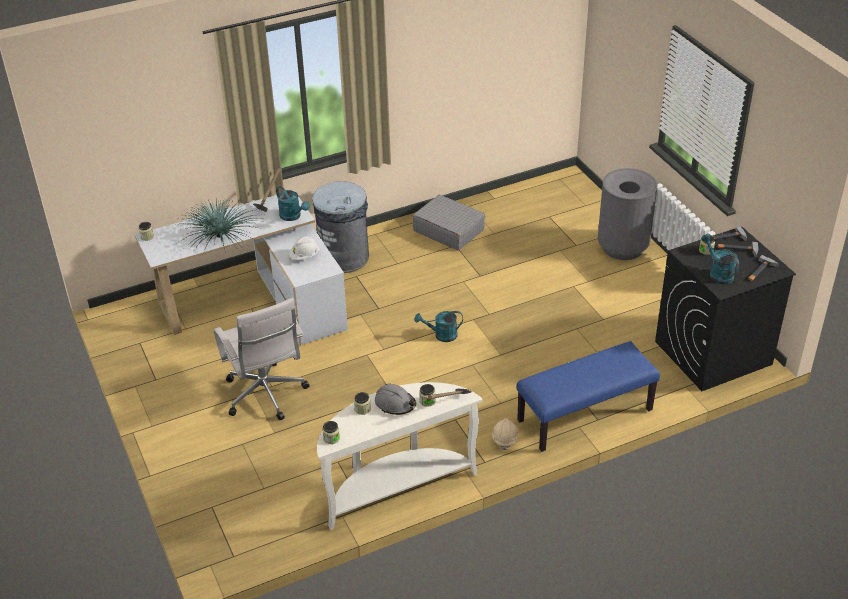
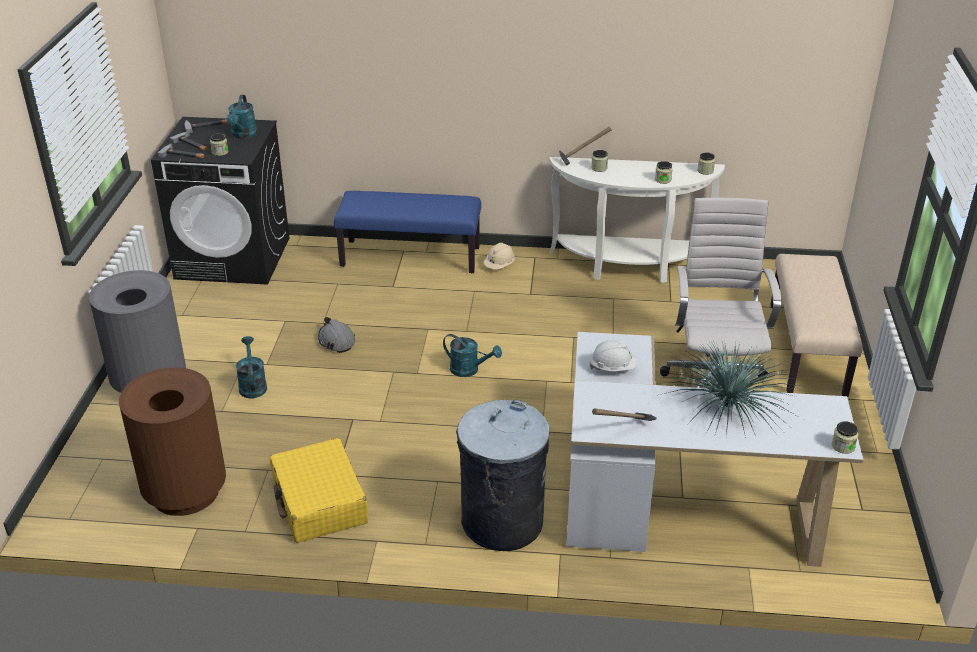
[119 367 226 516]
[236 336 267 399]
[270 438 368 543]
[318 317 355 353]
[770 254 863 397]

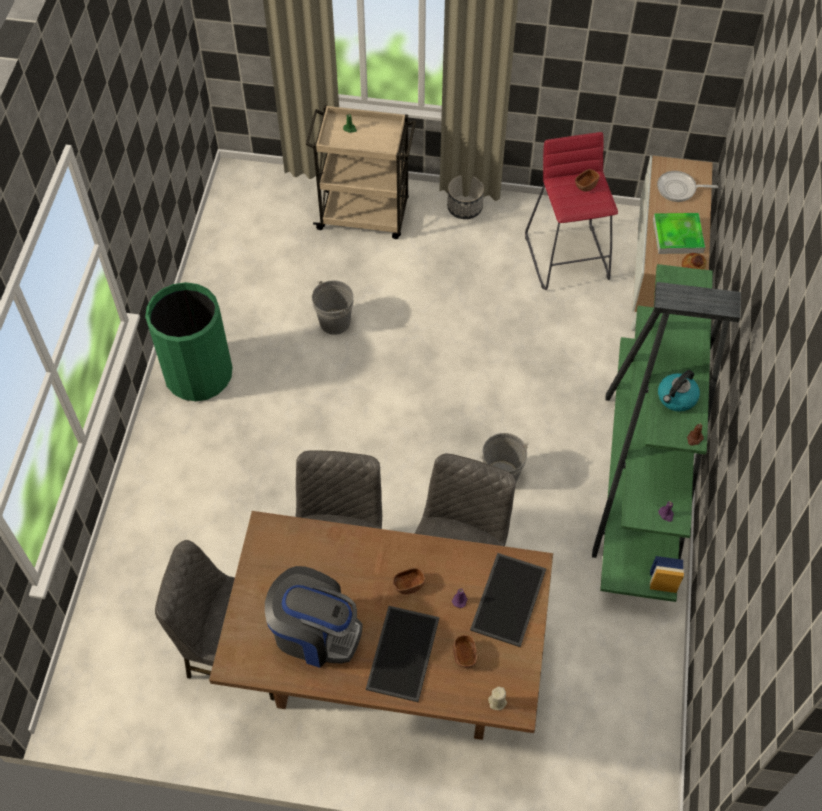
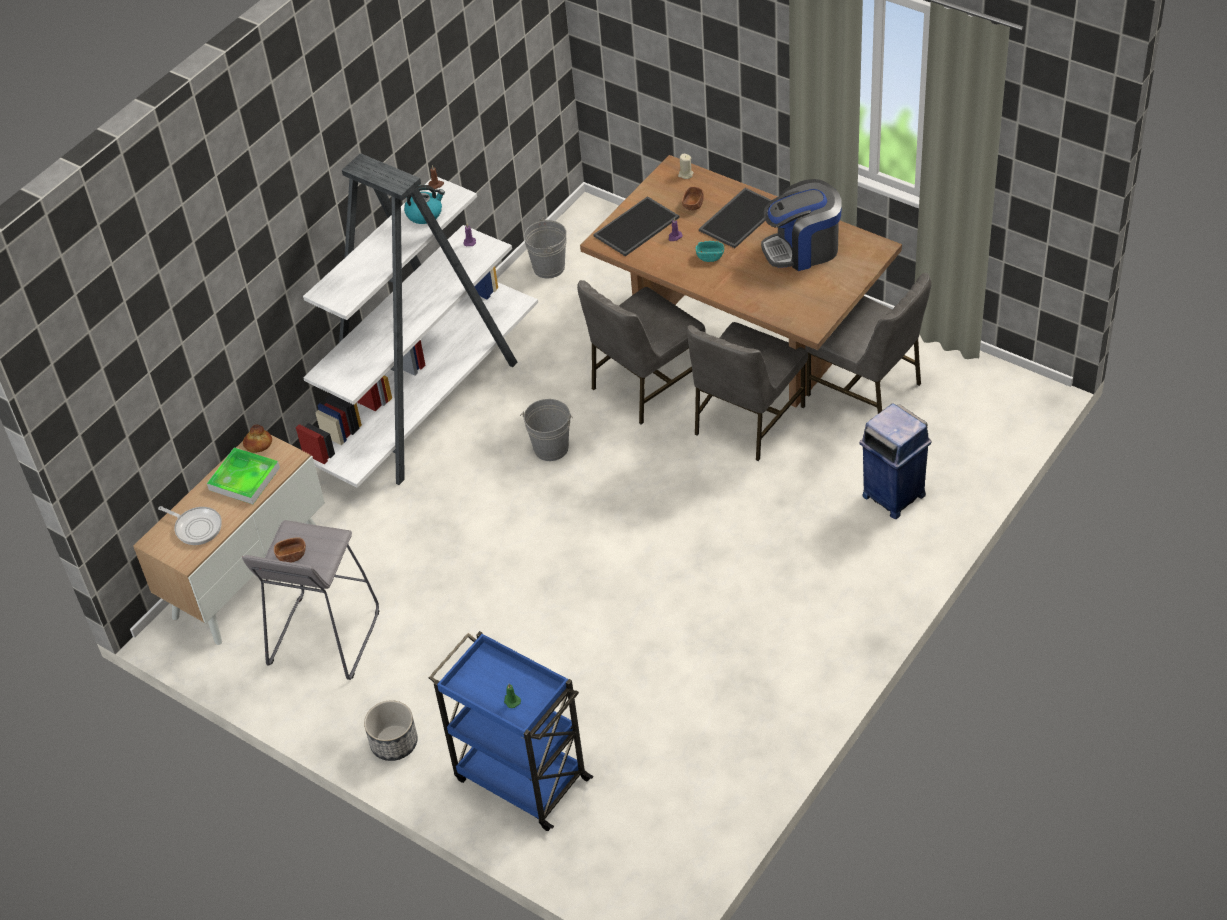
[242 520 379 680]
[296 153 538 488]
[429 631 594 831]
[524 218 567 279]
[696 241 724 262]
[761 179 842 271]
[859 403 932 520]
[145 282 232 401] (first image)

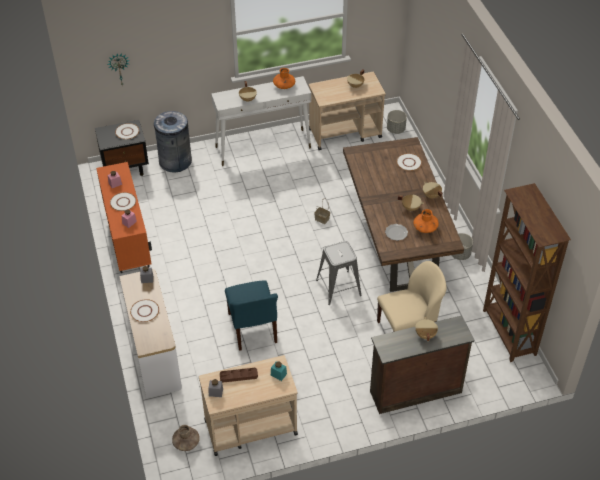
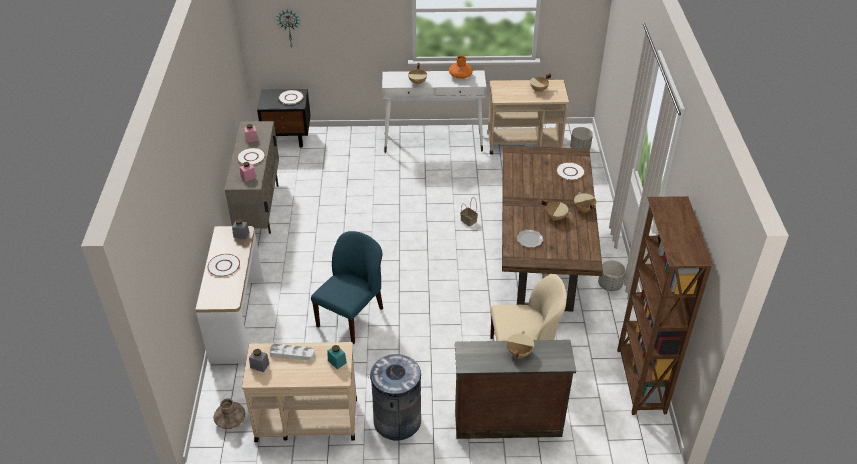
[225 121 279 234]
[269 344 315 361]
[311 231 383 344]
[370 354 421 441]
[316 241 362 305] (first image)
[413 209 439 233] (first image)

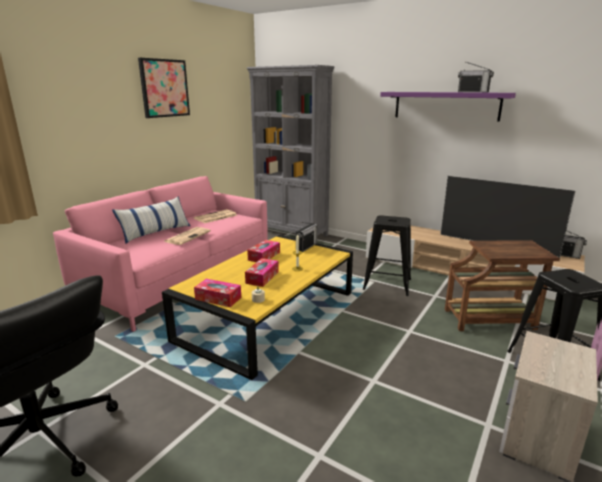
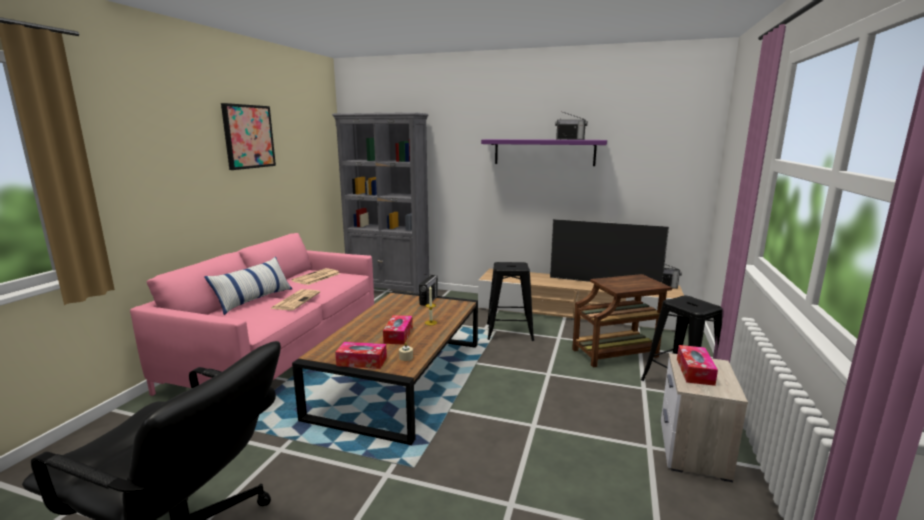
[292 291 478 445]
[677 345 718 386]

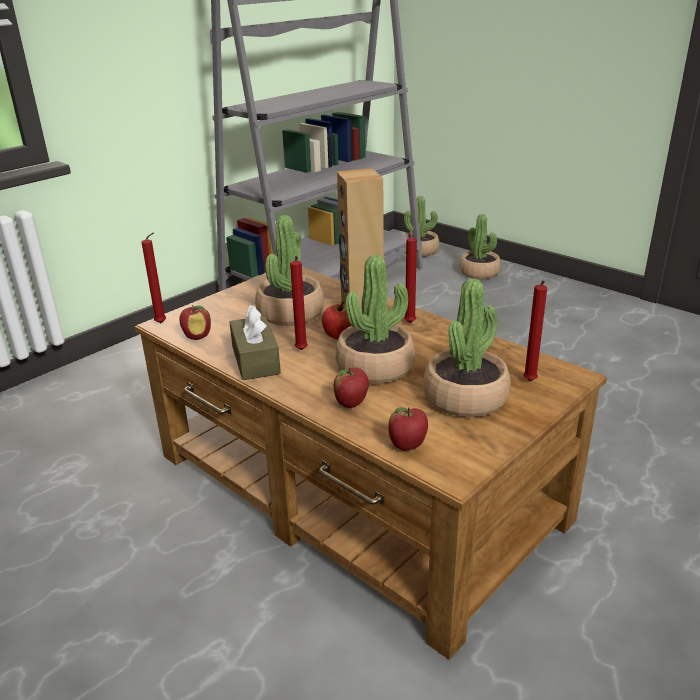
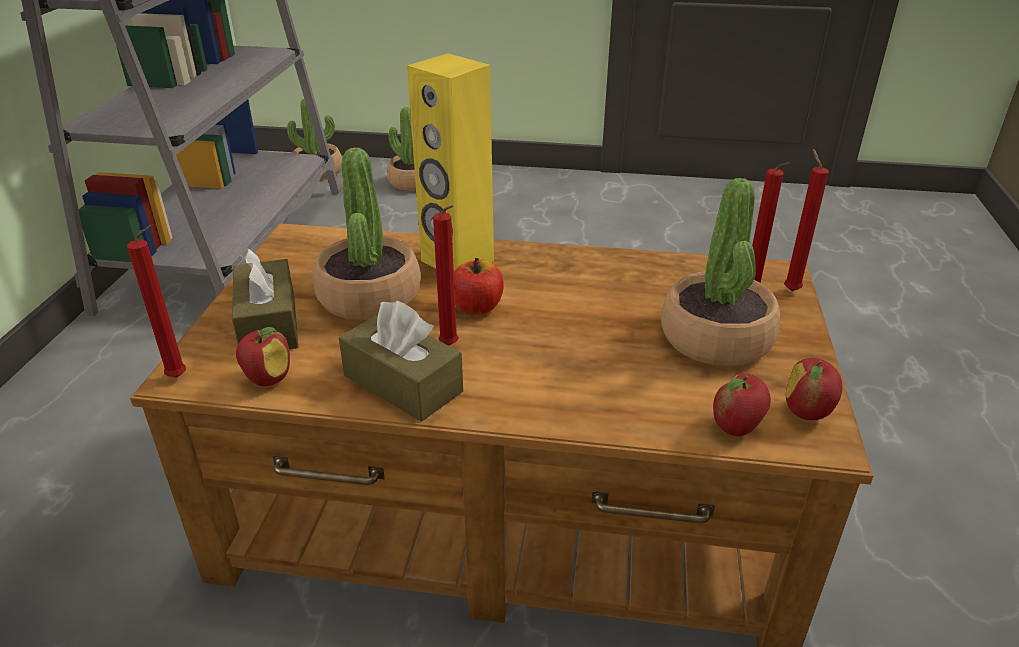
[232 248 299 349]
[407 53 494 270]
[784 149 829 291]
[786 358 842 420]
[336 255 415 384] (first image)

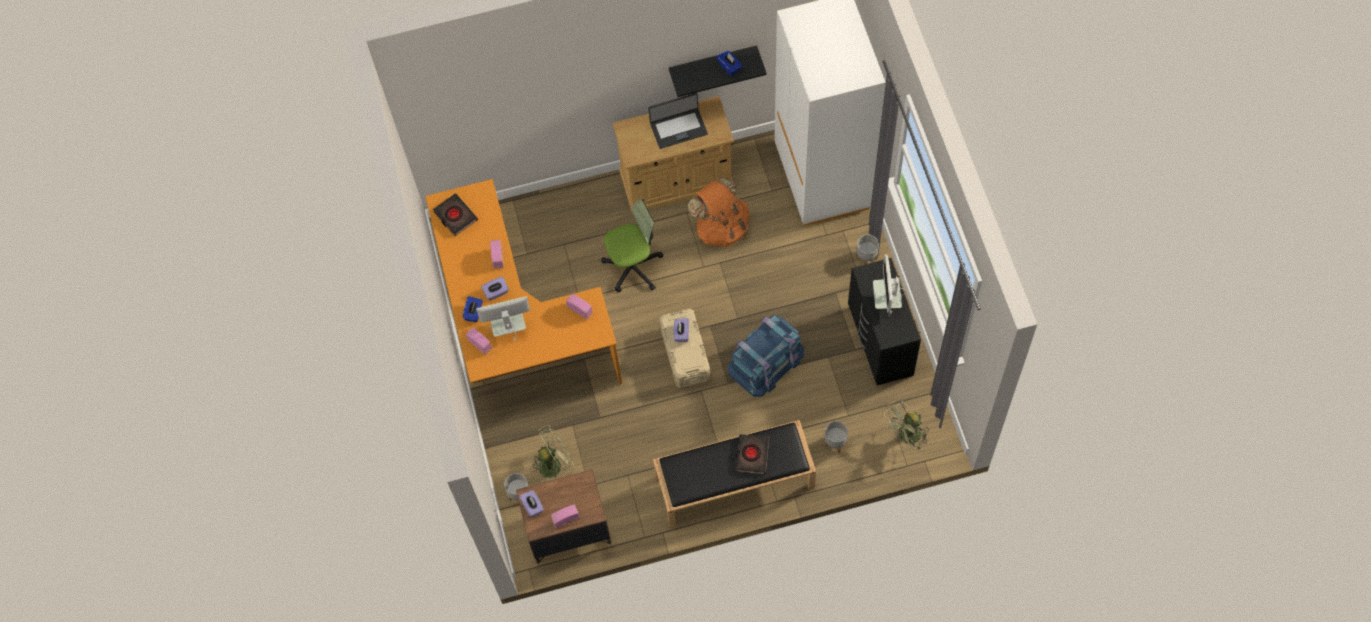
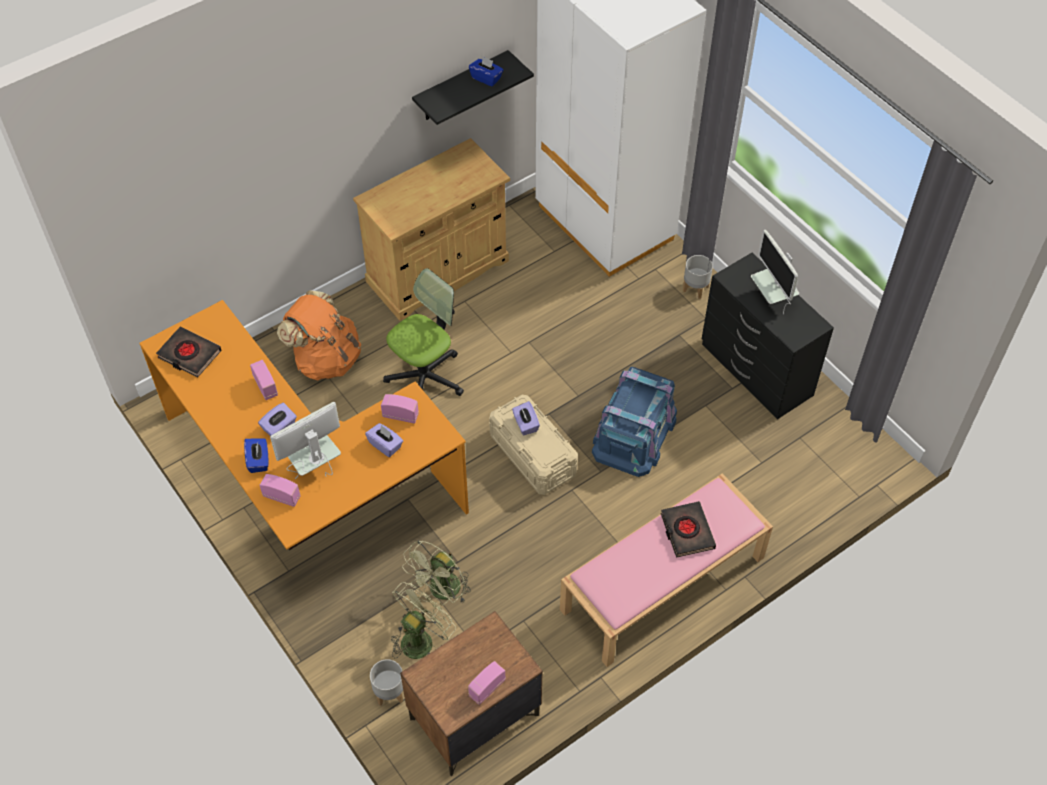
[277 290 361 381]
[365 423 403 457]
[402 540 471 605]
[560 473 773 667]
[648 93 708 149] (first image)
[824 421 848 453] (first image)

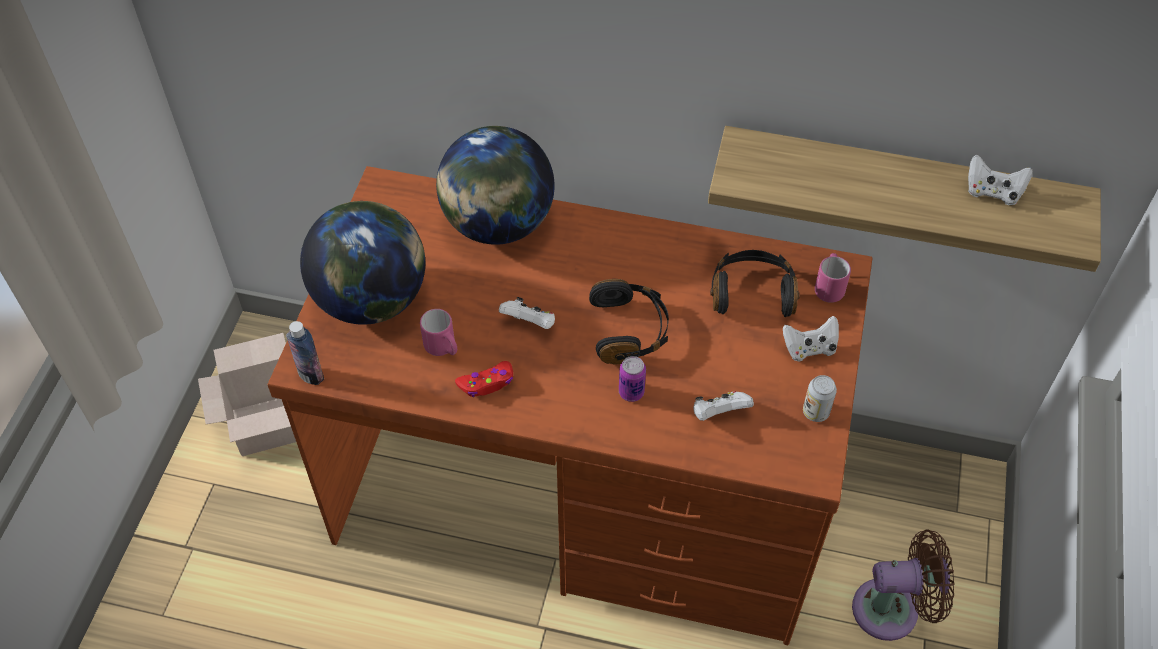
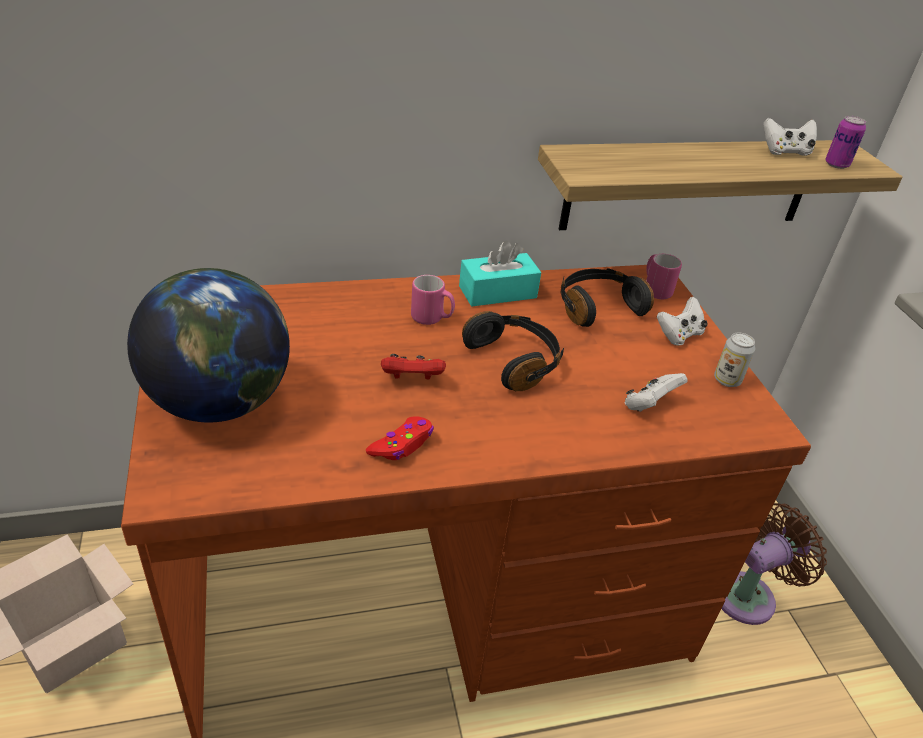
[381 354 446 380]
[411 275 455 325]
[459 241 541 306]
[825 116 866 169]
[286 321 324 385] (first image)
[436 126 555 245] (first image)

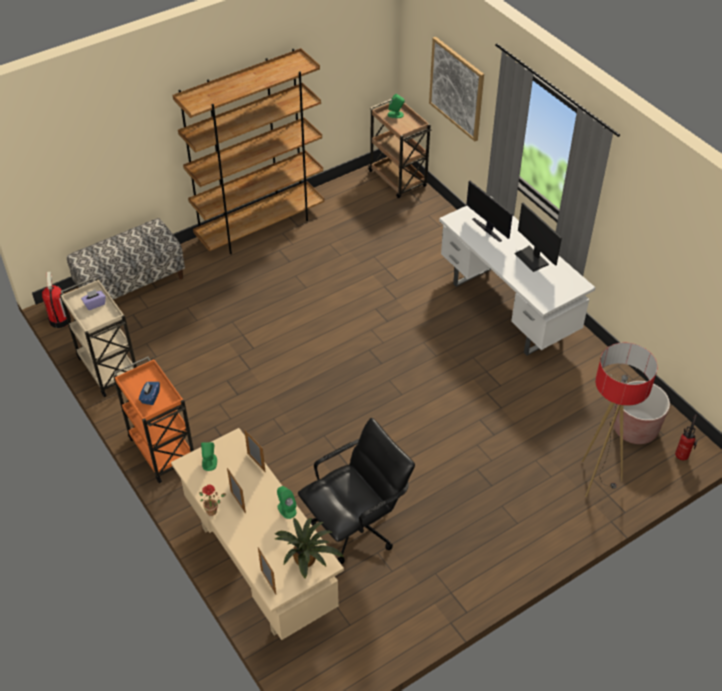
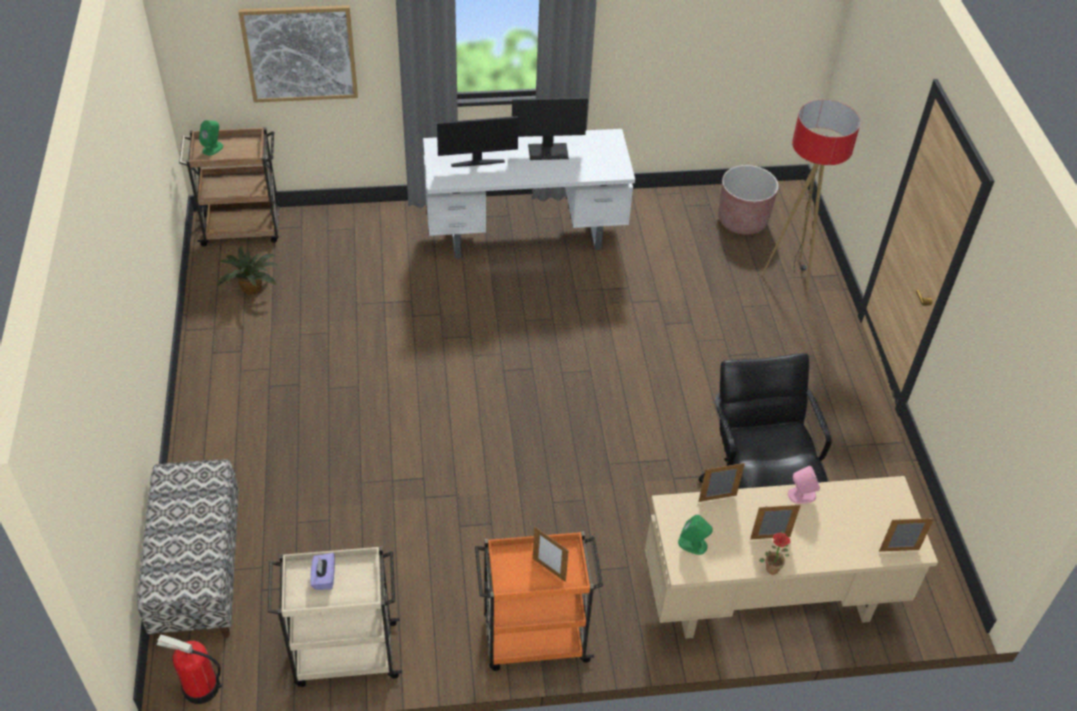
[217 246 279 295]
[533 527 569 582]
[788 466 820 504]
[173 48 324 254] (first image)
[675 414 698 461] (first image)

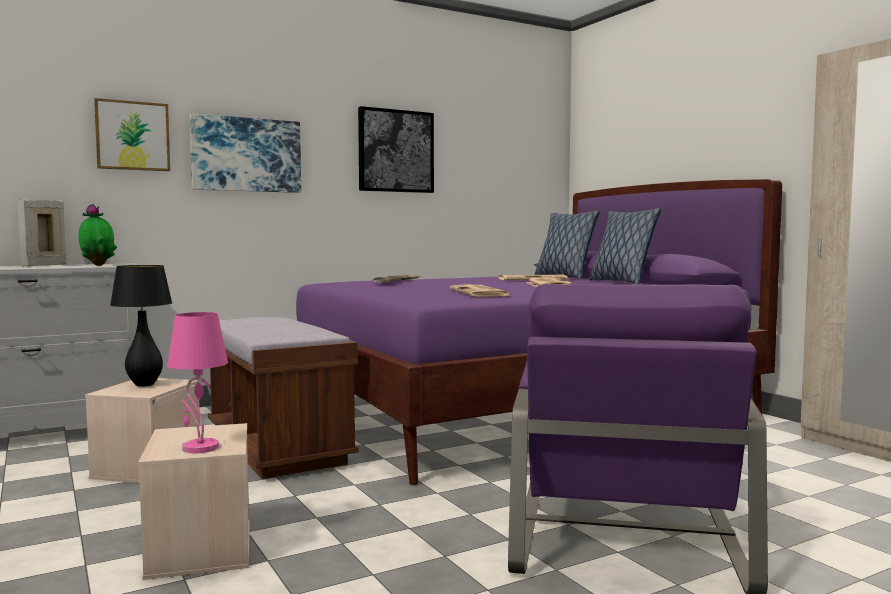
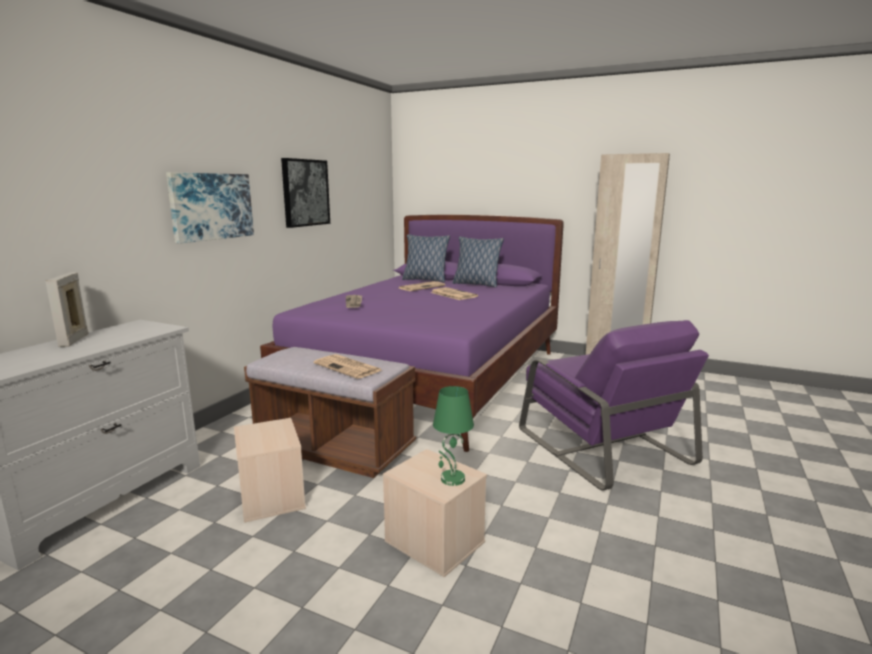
[314 354 382 379]
[433 386 474 486]
[79 204 117 266] (first image)
[94 98 170 171] (first image)
[110 265 172 387] (first image)

